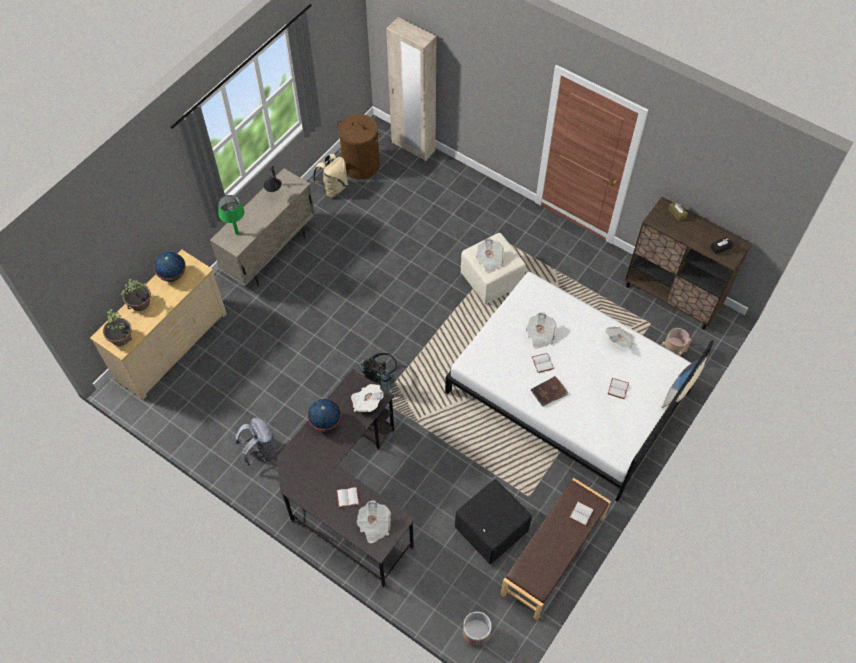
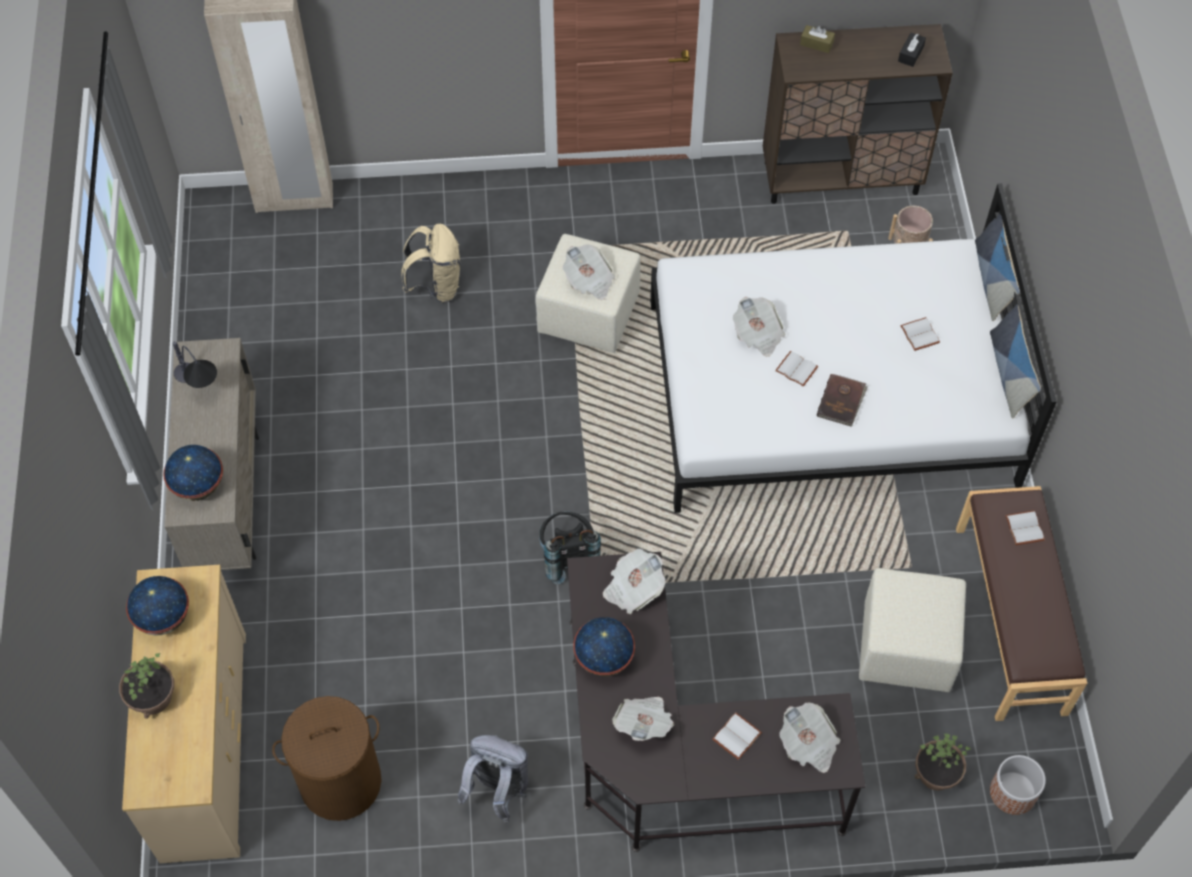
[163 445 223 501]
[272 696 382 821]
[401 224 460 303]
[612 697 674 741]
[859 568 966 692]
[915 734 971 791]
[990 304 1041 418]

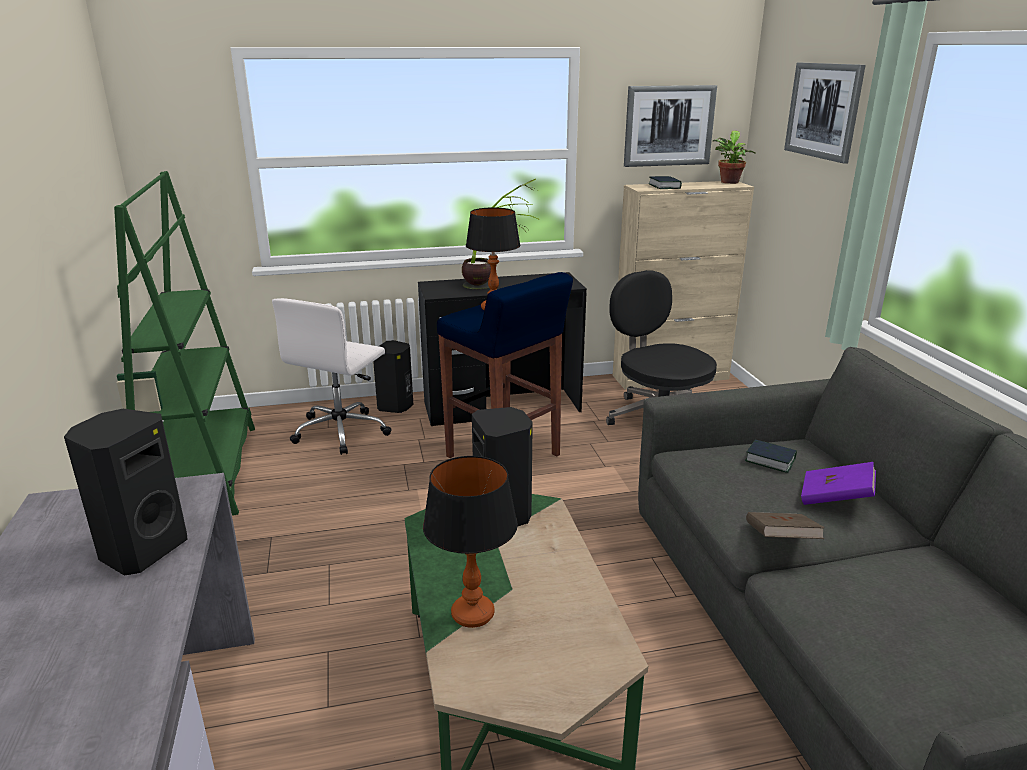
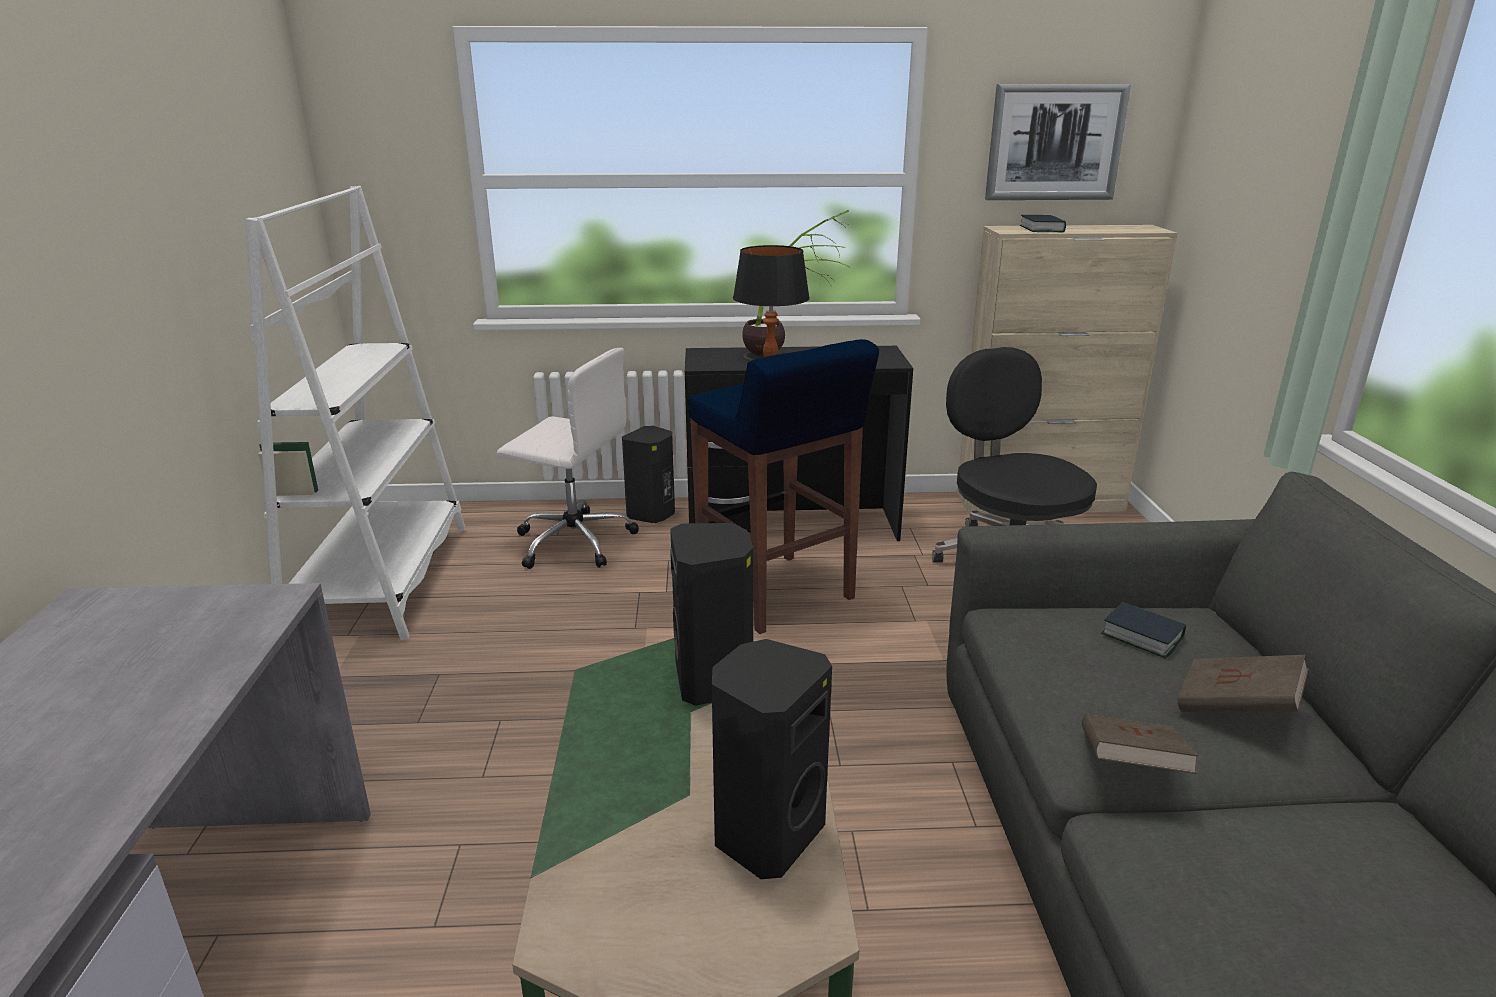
[245 186 466 640]
[497 348 639 569]
[712 639 832 879]
[1177 655 1309 712]
[423 456 518 628] (first image)
[713 131 756 184] (first image)
[784 63 866 164] (first image)

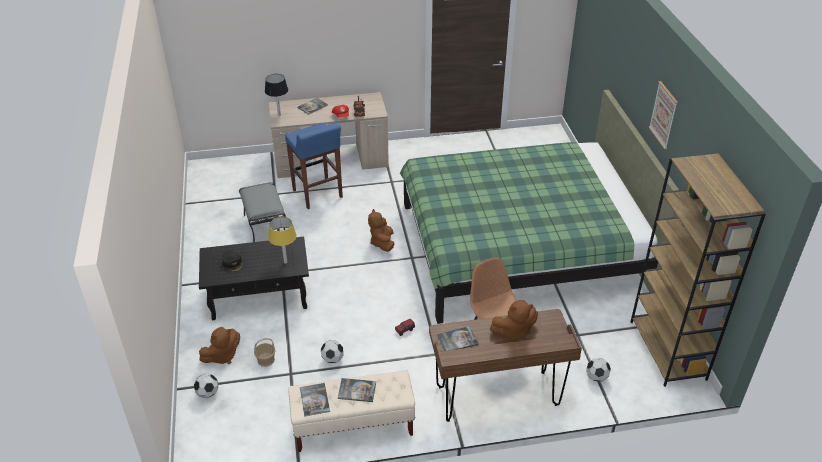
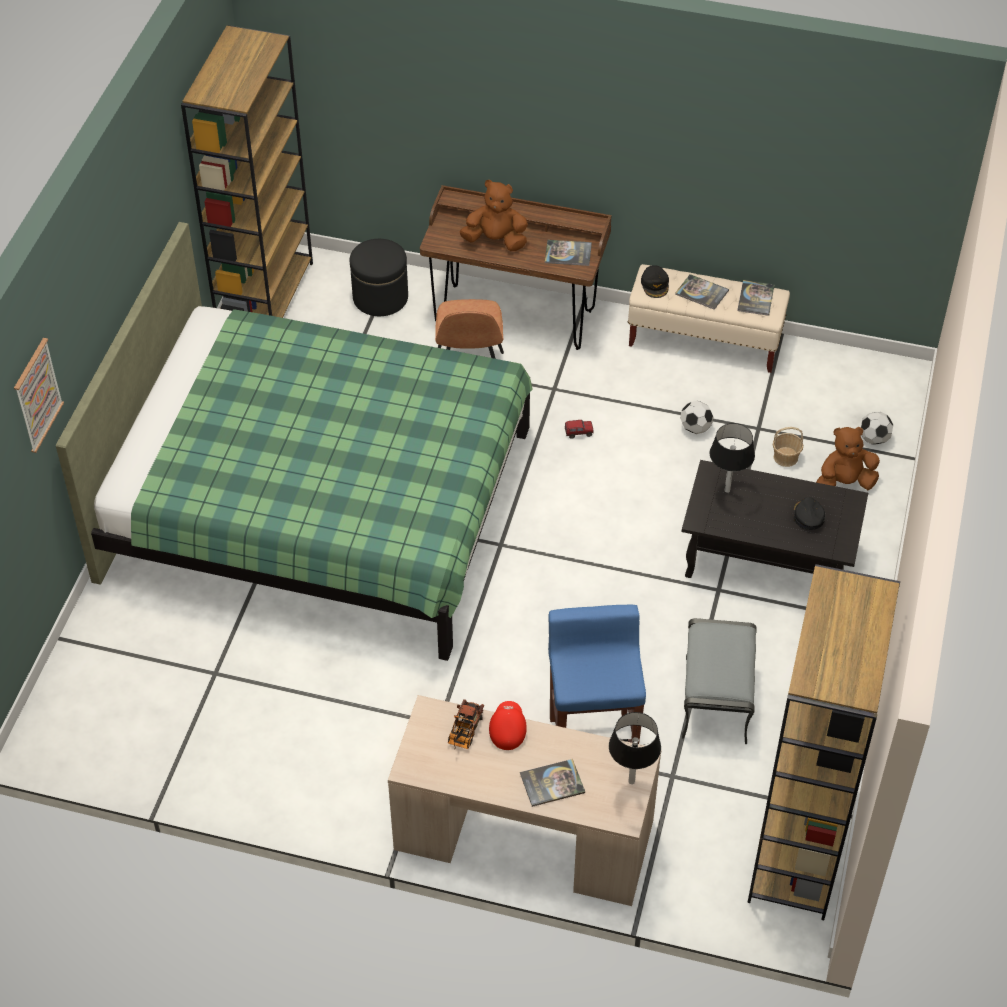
[14 338 64 453]
[350 239 408 316]
[641 265 669 298]
[710 423 755 493]
[747 564 900 920]
[368 209 394 252] (first image)

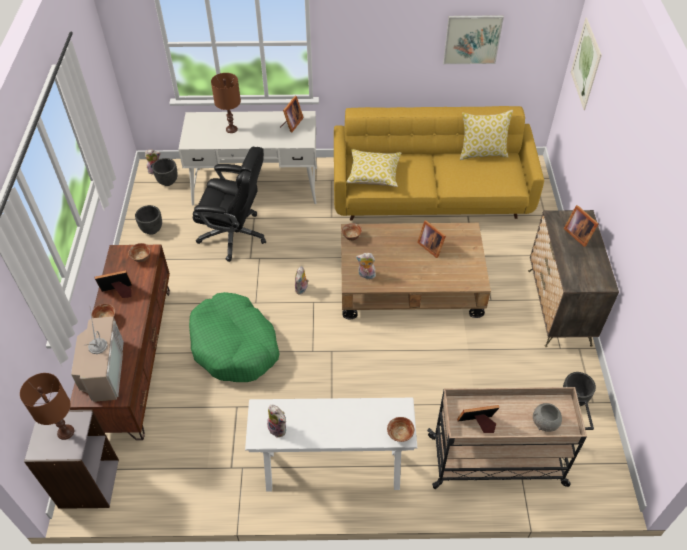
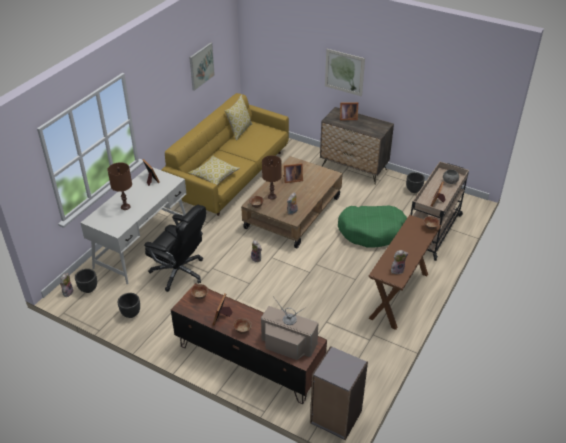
[144 205 206 292]
[262 155 282 200]
[325 49 365 96]
[338 206 407 248]
[368 215 441 330]

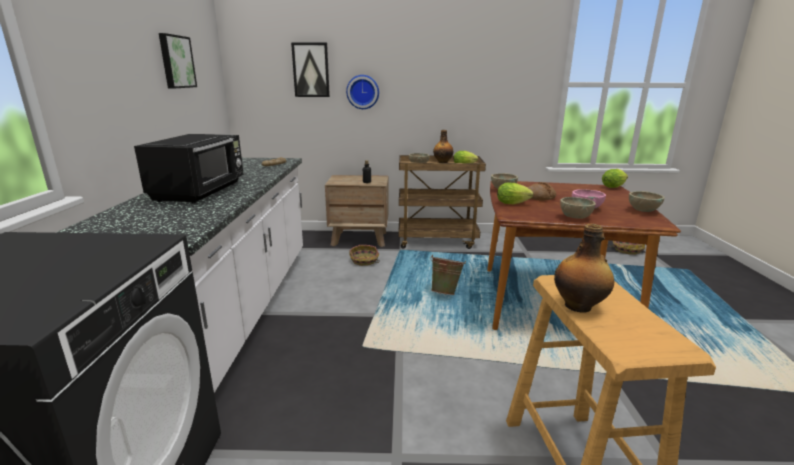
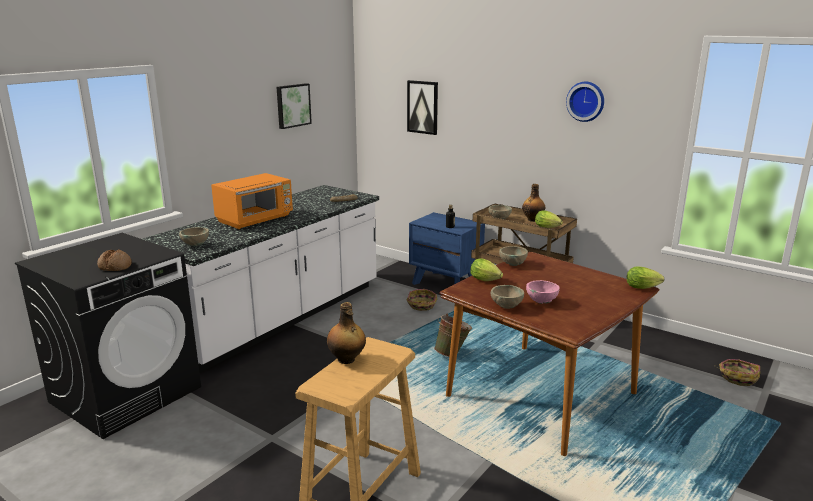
[97 249 132 271]
[179 227 209 246]
[211 173 293 229]
[409 212 485 285]
[566 82 604 122]

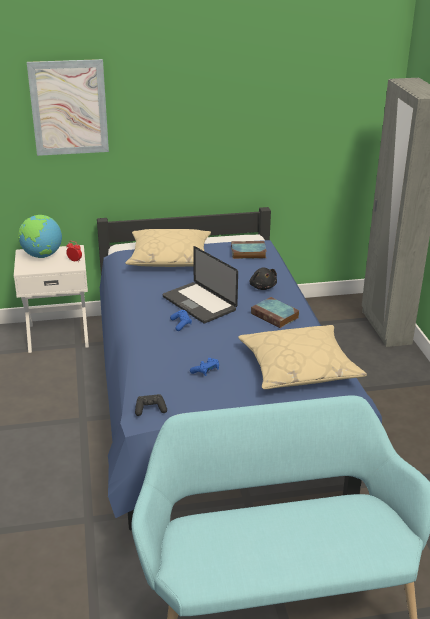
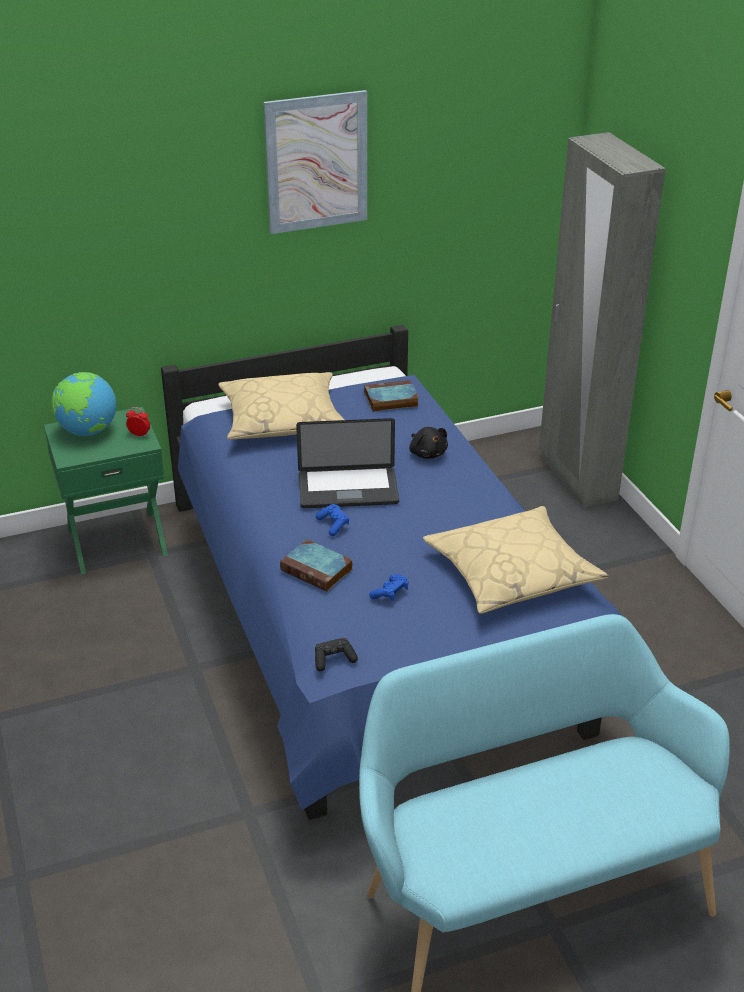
[44 407 168 575]
[263 90 367 234]
[280 539 353 592]
[296 418 399 508]

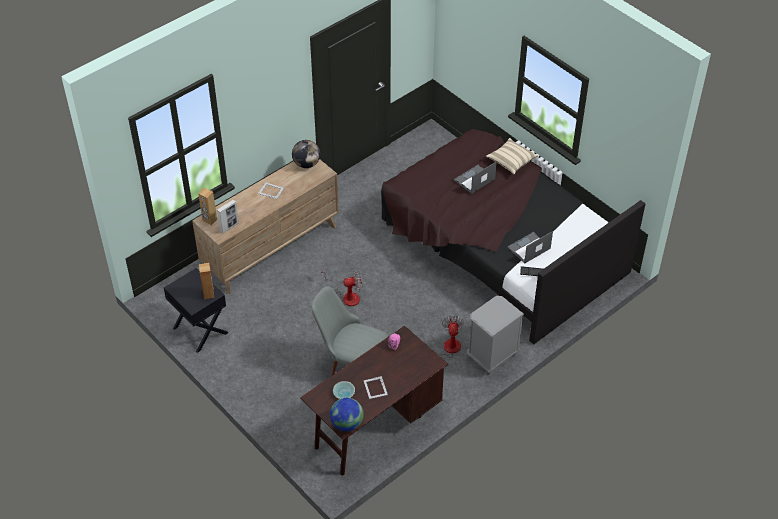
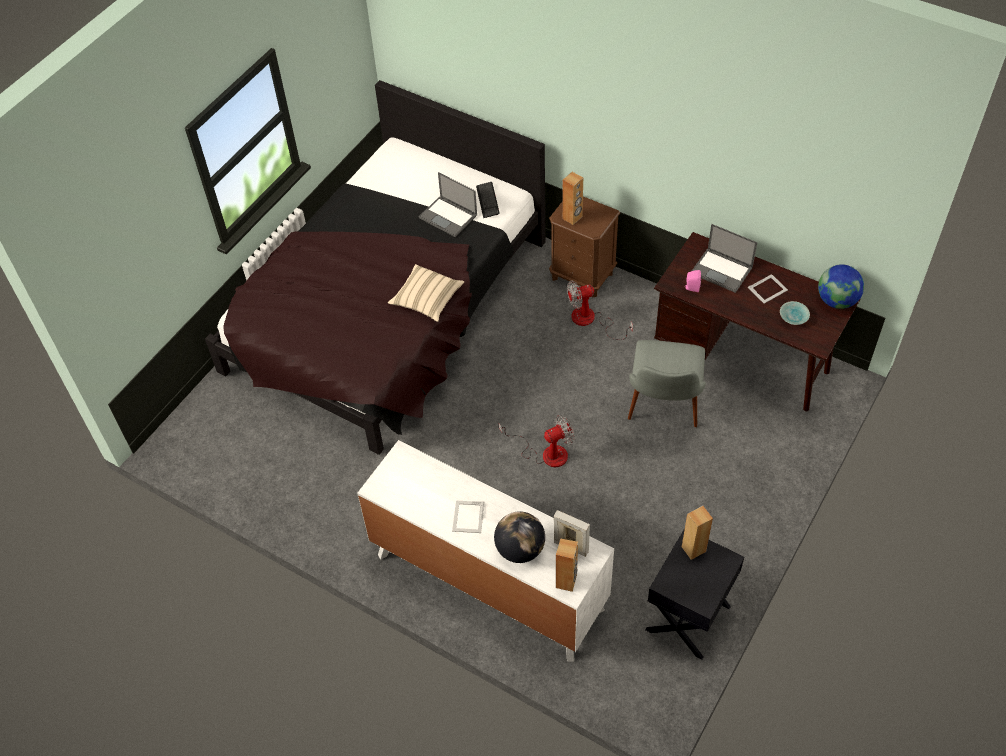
[357 440 614 662]
[388 264 464 322]
[494 511 545 563]
[499 415 575 467]
[549 196 620 298]
[562 172 583 225]
[692 224 757 293]

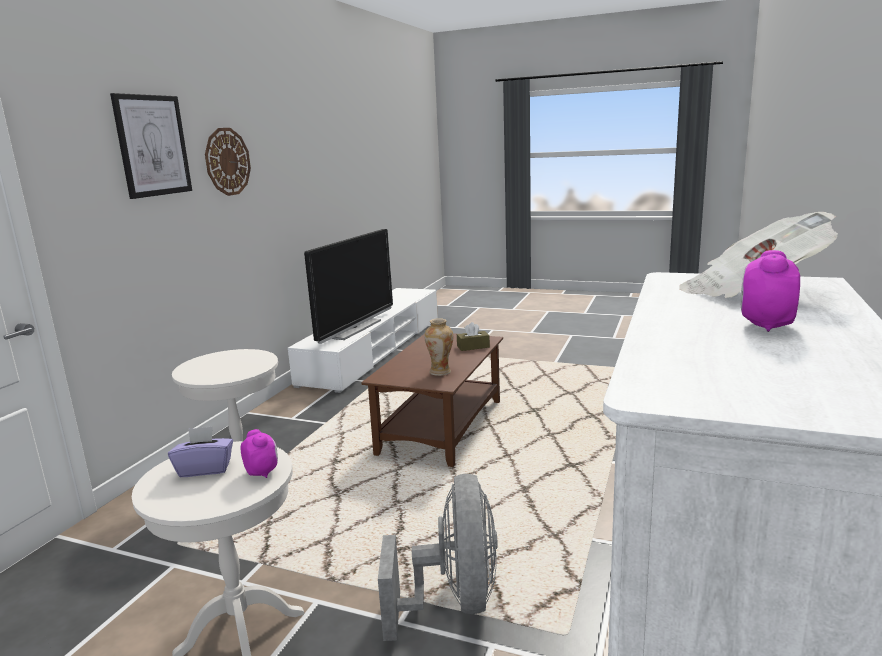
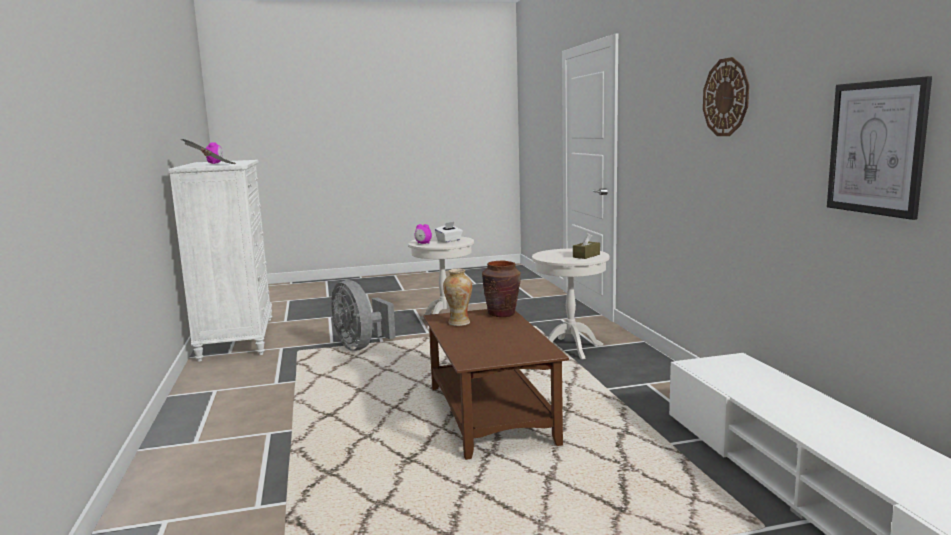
[435 222 463 243]
[482 261 521 317]
[573 232 600 259]
[827 76 932 220]
[304 229 393 344] (first image)

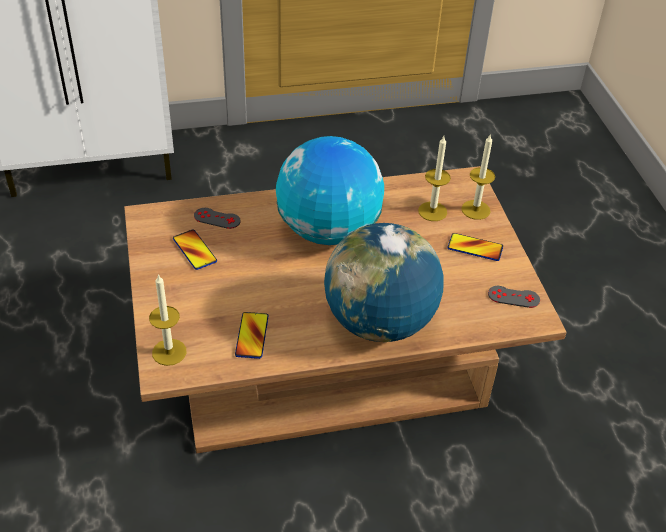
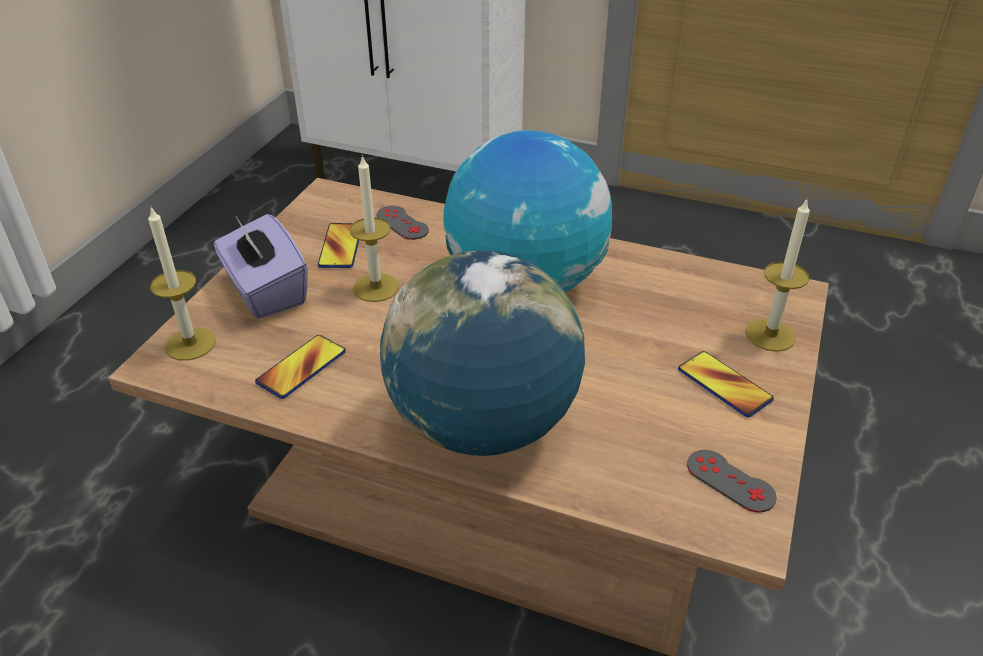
[214 214 308 319]
[349 154 399 302]

